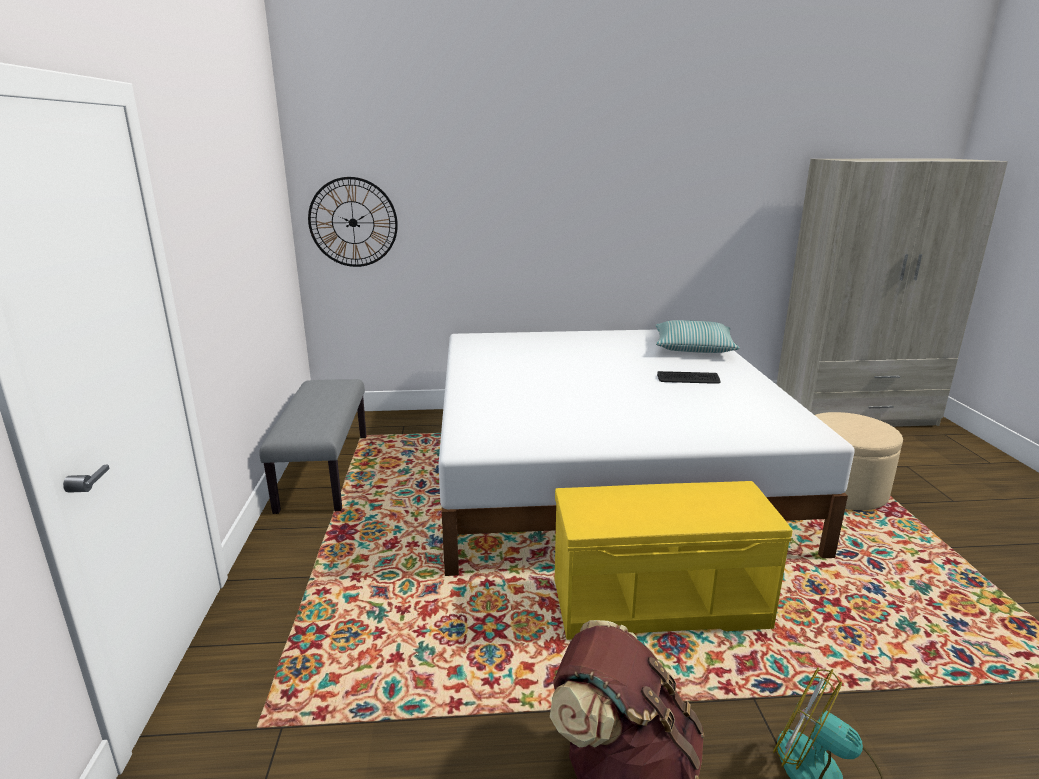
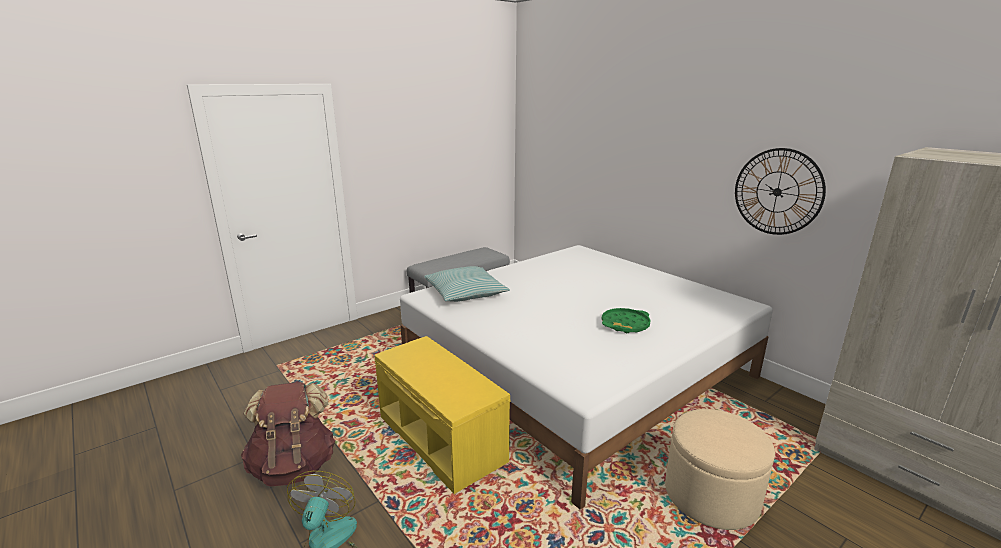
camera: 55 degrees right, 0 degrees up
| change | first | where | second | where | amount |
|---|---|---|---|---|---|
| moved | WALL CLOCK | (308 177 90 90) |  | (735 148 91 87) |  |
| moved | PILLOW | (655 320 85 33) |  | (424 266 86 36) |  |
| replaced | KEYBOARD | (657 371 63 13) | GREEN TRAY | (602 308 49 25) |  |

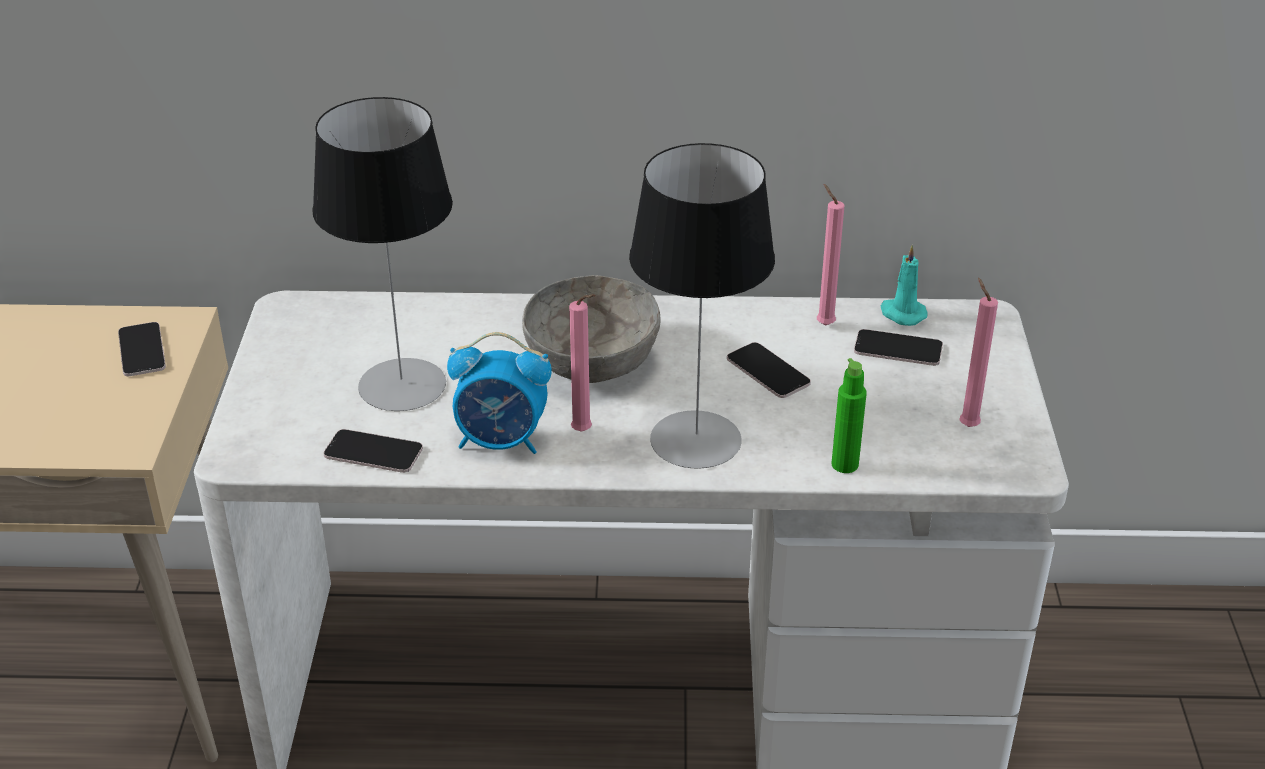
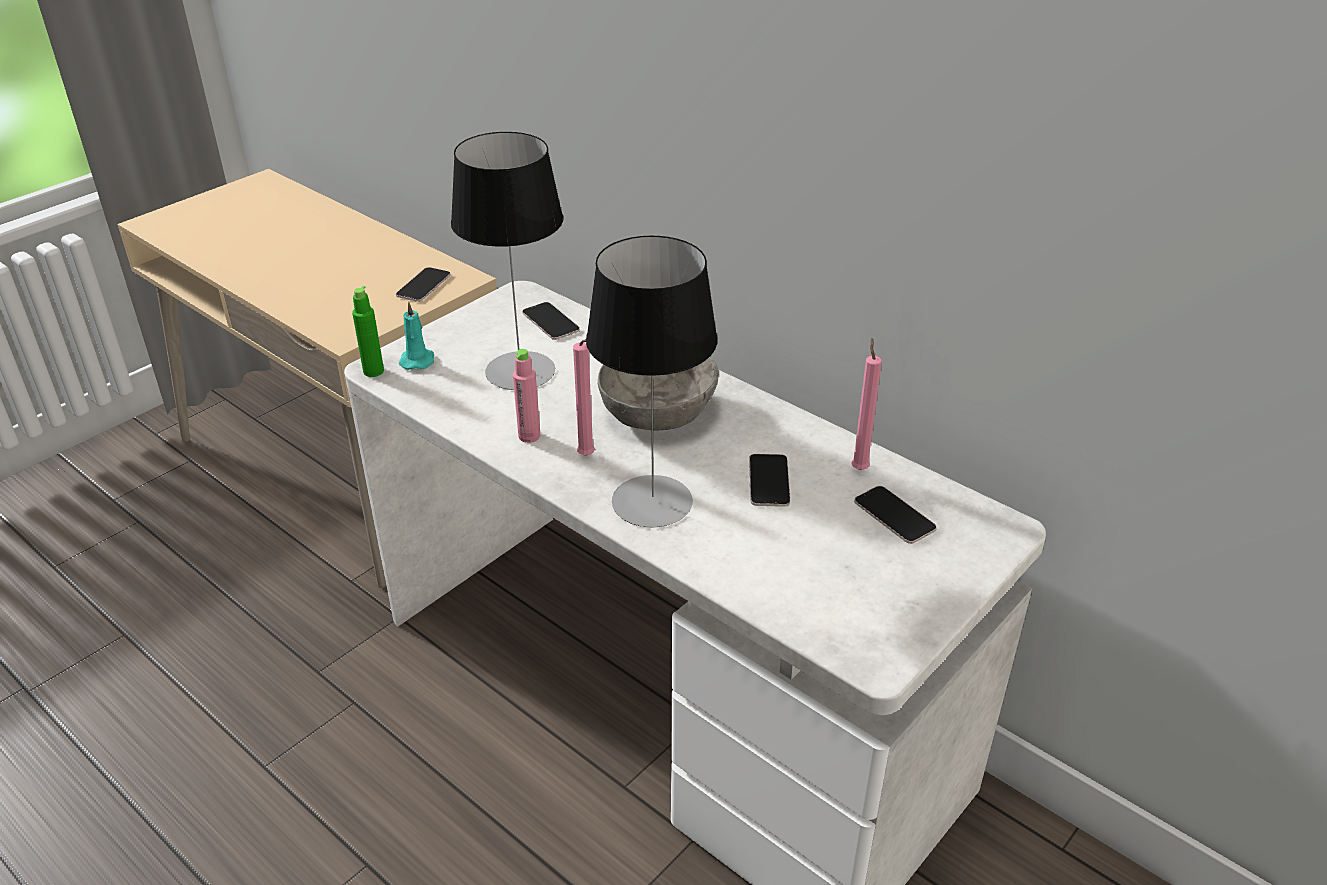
camera: 40 degrees right, 0 degrees up
| change | first | where | second | where | amount |
|---|---|---|---|---|---|
| moved | TURQUOISE CANDLE | (881 245 47 81) |  | (399 302 35 68) |  |
| removed | PINK CANDLE | (959 278 39 149) |  |  |  |
| replaced | ALARM CLOCK | (447 332 105 122) | PINK BOTTLE | (513 349 27 94) |  |
| moved | GREEN BOTTLE | (832 358 35 115) |  | (352 286 32 91) |  |
| moved | PHONE | (324 429 99 44) |  | (522 302 58 38) |  |

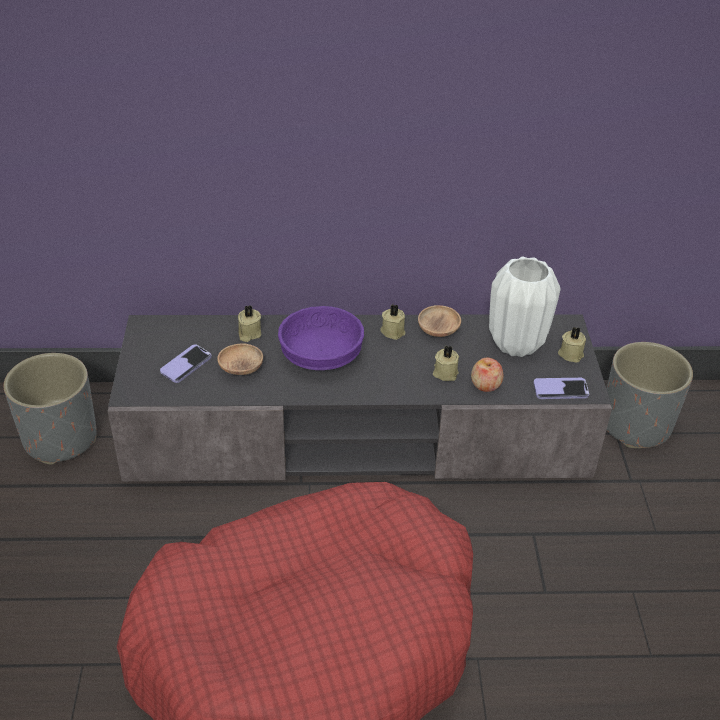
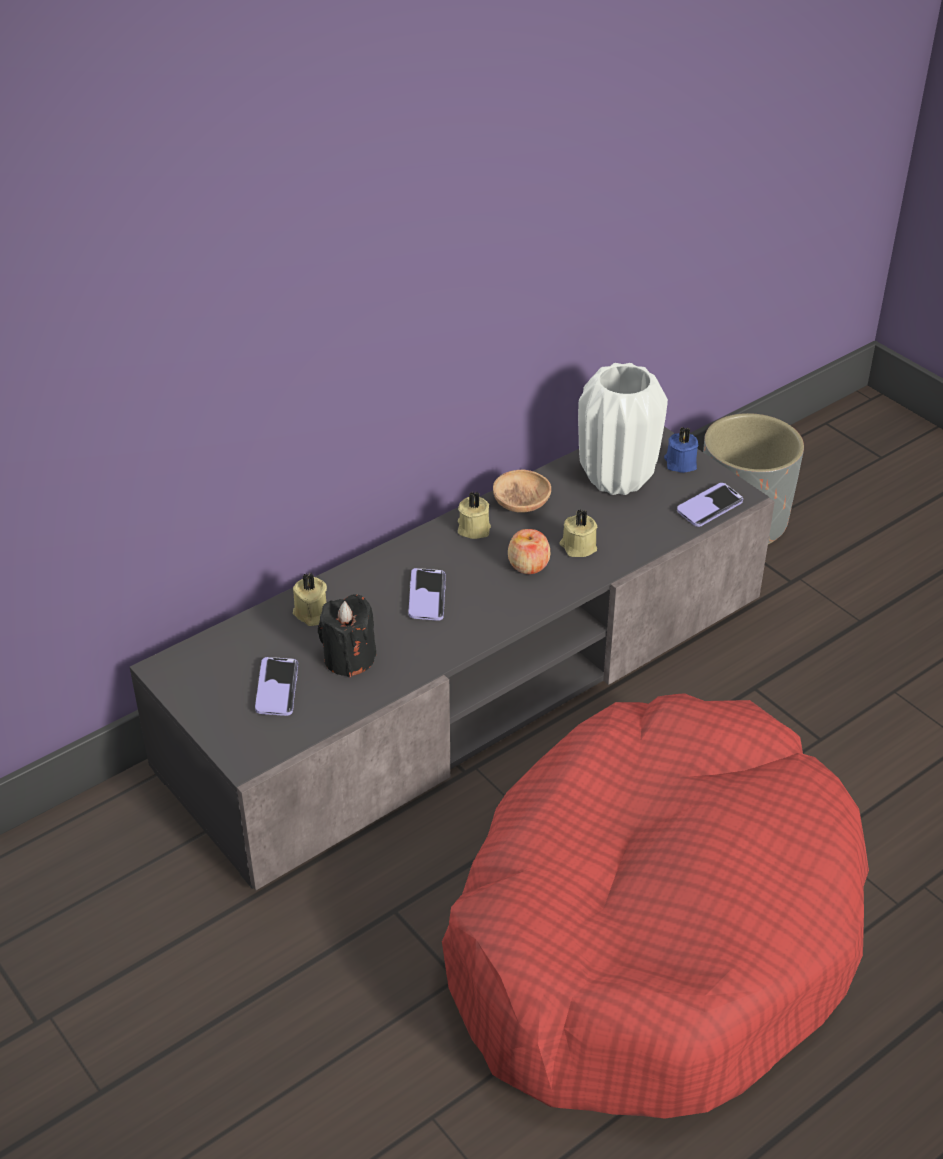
camera: 35 degrees left, 0 degrees up
| change | first | where | second | where | amount |
|---|---|---|---|---|---|
| replaced | PURPLE BOWL | (278 306 86 64) | PHONE | (408 568 38 53) |  |
| recoloured | BEIGE CANDLE | (558 327 28 36) | BLUE CANDLE | (664 427 34 46) |  |
| replaced | BROWN BOWL | (217 344 46 31) | BLACK CANDLE | (318 594 58 83) |  |
| removed | GREY PLANTER | (3 353 94 112) |  |  |  |
| moved | APPLE | (471 358 32 34) |  | (508 529 42 45) |  |

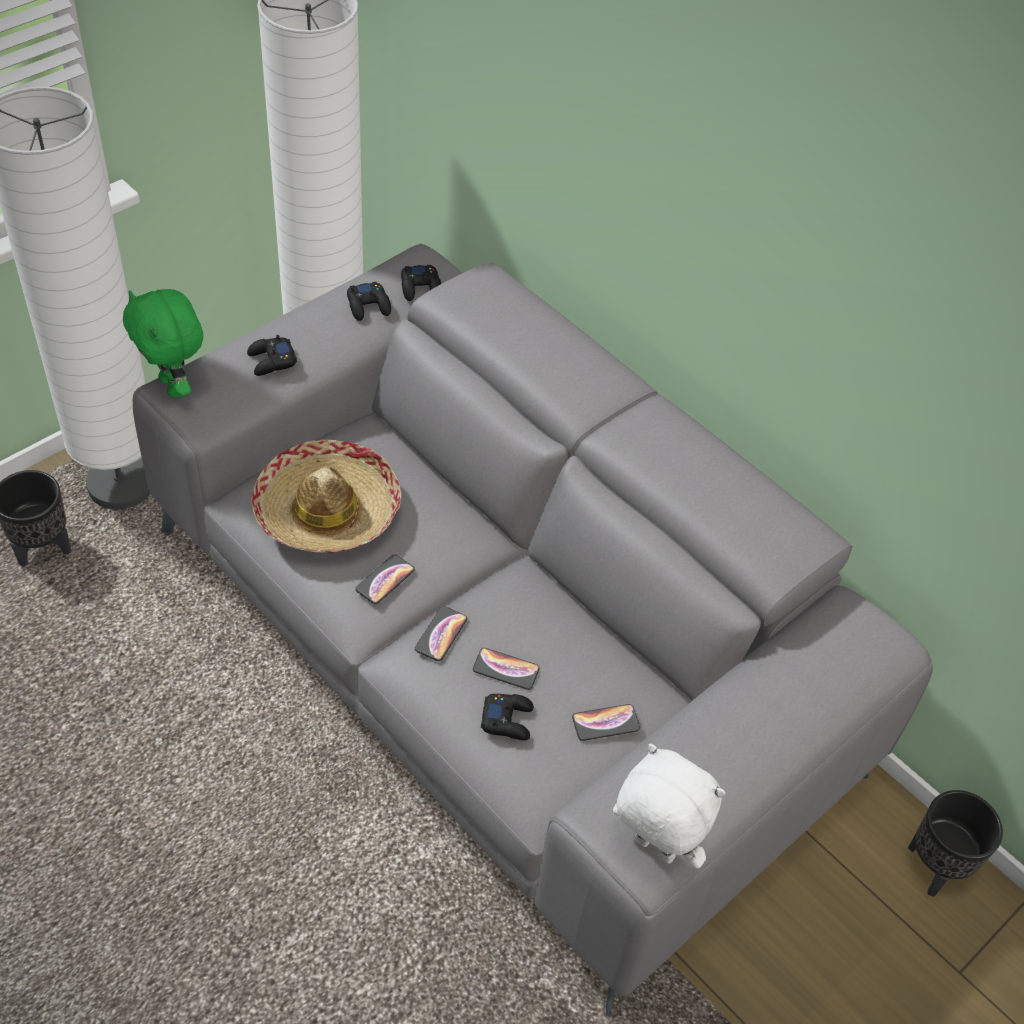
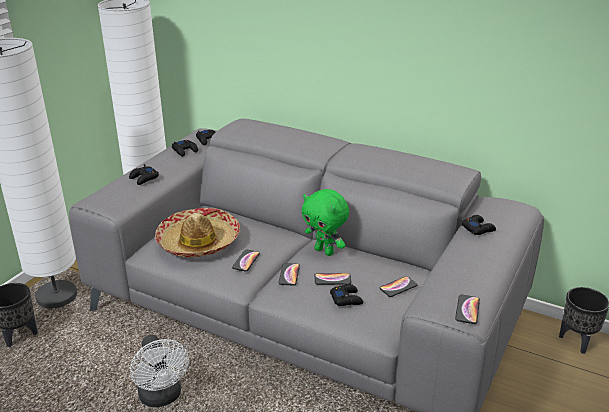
camera: 15 degrees left, 20 degrees down
| change | first | where | second | where | amount |
|---|---|---|---|---|---|
| moved | GREEN PLUSH TOY | (123 289 80 109) |  | (302 189 47 67) |  |
| replaced | WHITE PLUSH TOY | (613 744 112 124) | PHONE | (455 294 25 30) |  |
| added |  |  | BLACK GAME CONTROLLER | (462 215 34 20) |  |
| added |  |  | WHITE FAN | (130 335 59 72) |  |

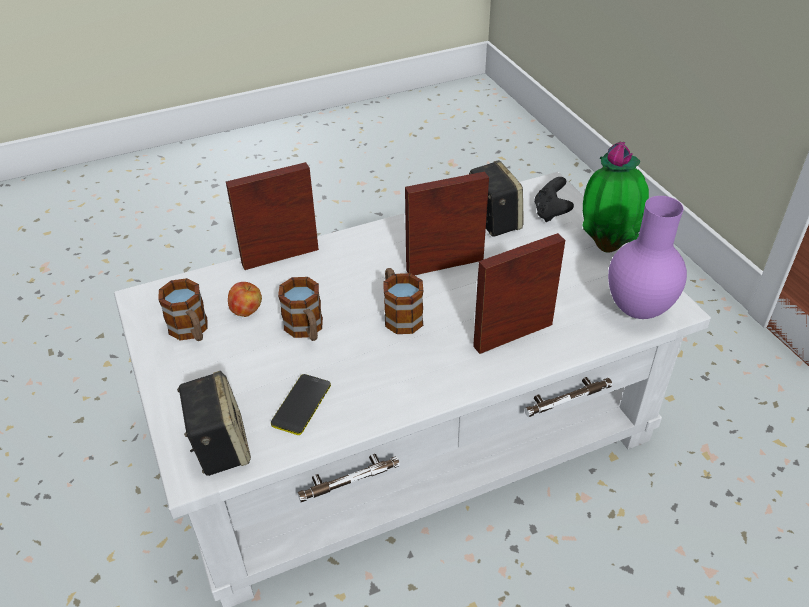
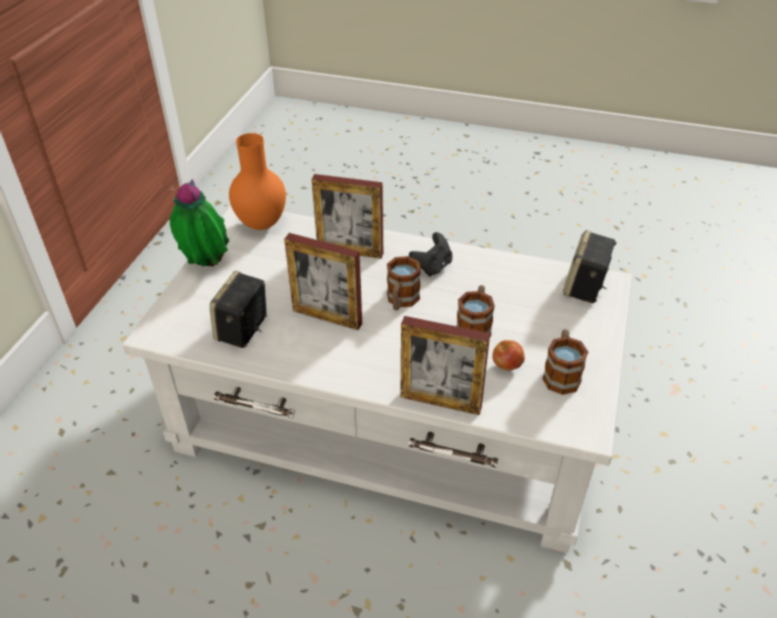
camera: 140 degrees left, 0 degrees up
| change | first | where | second | where | amount |
|---|---|---|---|---|---|
| moved | BLACK GAME CONTROLLER | (534 177 40 45) |  | (409 232 44 45) |  |
| recoloured | PURPLE VASE | (608 196 79 123) | ORANGE VASE | (229 133 57 97) |  |
| removed | PHONE | (271 374 60 61) |  |  |  |

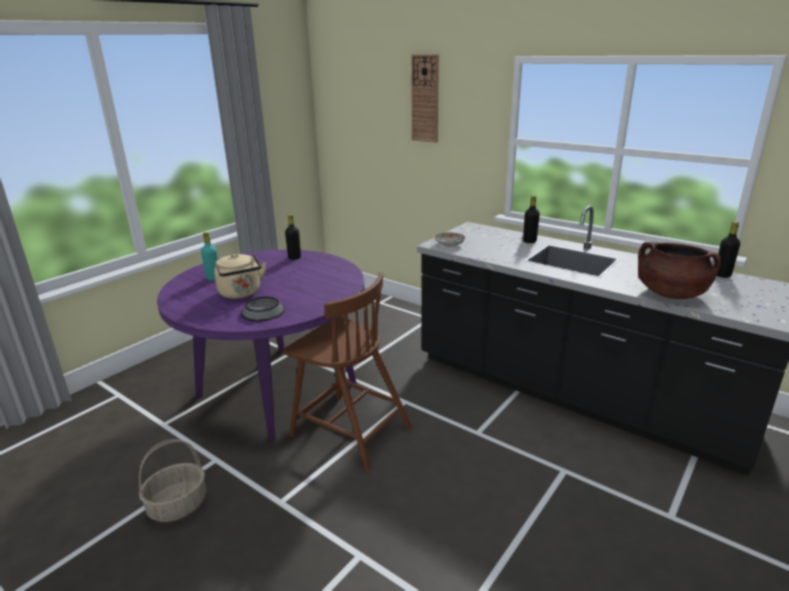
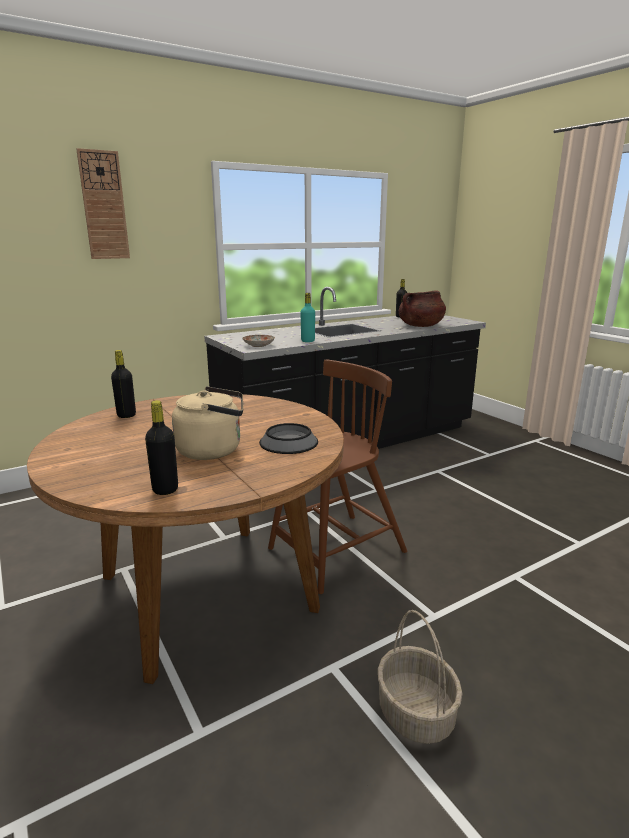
camera: 70 degrees left, 5 degrees down
| change | first | where | second | where | amount |
|---|---|---|---|---|---|
| moved | BLACK BOTTLE | (523 195 17 48) |  | (145 400 33 95) |  |
| moved | TURQUOISE BOTTLE | (201 232 17 49) |  | (300 293 15 49) |  |
| recoloured | PURPLE DINING TABLE | (157 250 207 191) | BROWN DINING TABLE | (27 394 317 290) |  |

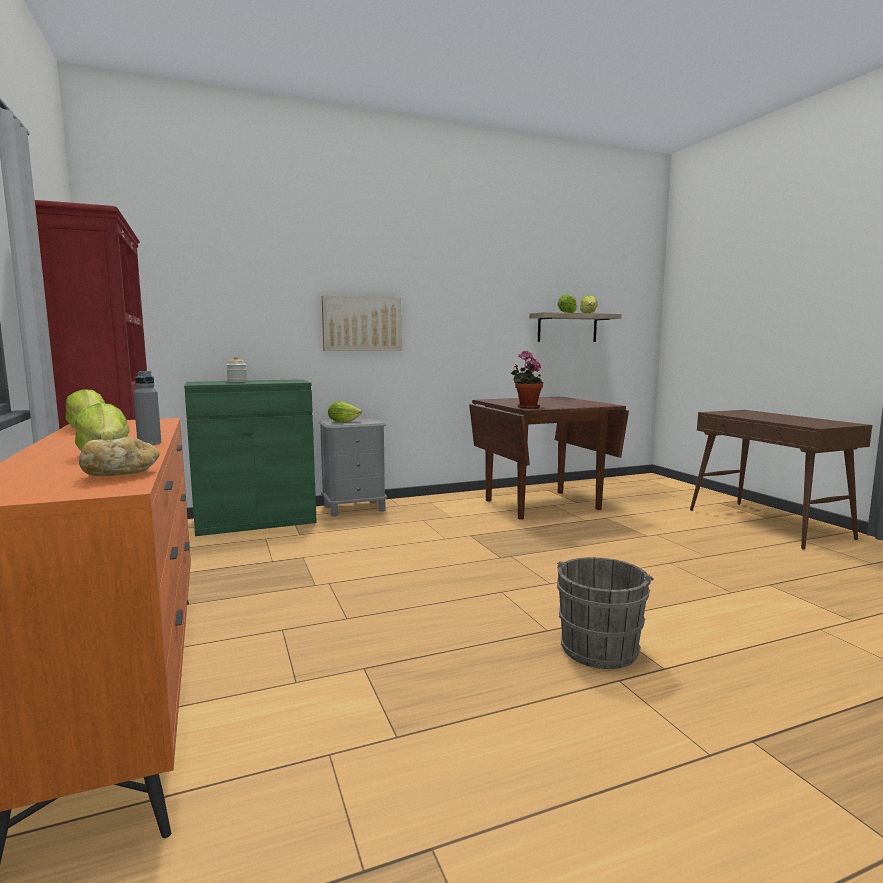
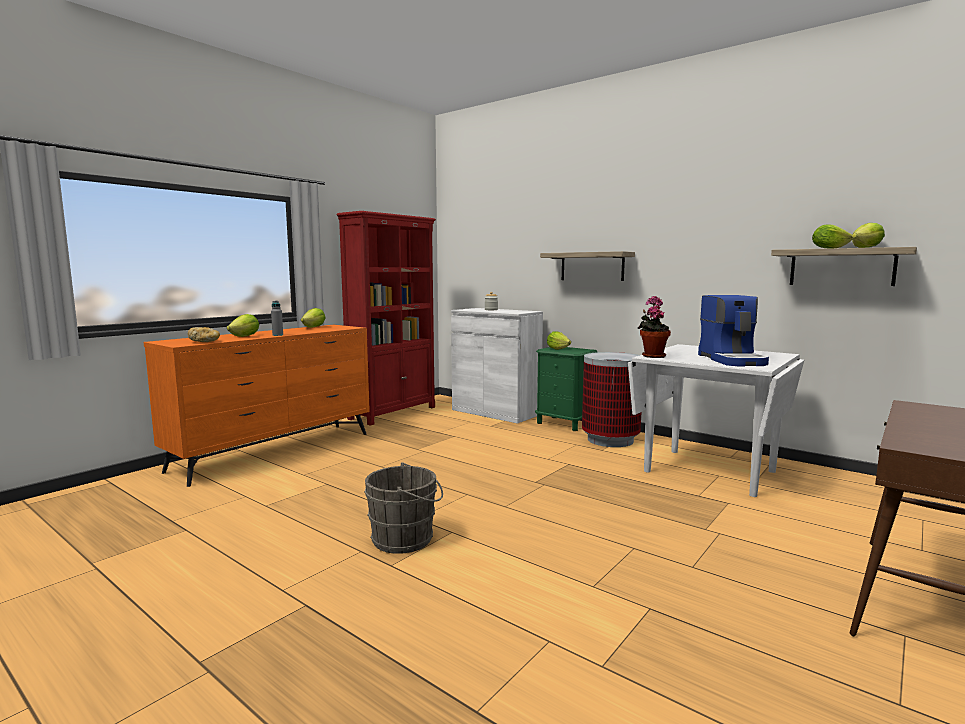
camera: 60 degrees right, 0 degrees up
| change | first | where | second | where | amount |
|---|---|---|---|---|---|
| replaced | PICTURE | (322 296 80 55) | SHELF | (540 251 95 30) |  |
| recoloured | GREEN CABINET | (184 379 133 157) | WHITE CABINET | (451 308 92 116) |  |
| recoloured | BROWN DINING TABLE | (469 396 160 124) | WHITE DINING TABLE | (628 344 176 153) |  |
| recoloured | GREY NIGHTSTAND | (319 418 68 99) | GREEN NIGHTSTAND | (535 347 63 84) |  |
| added |  |  | COFFEE MACHINE | (698 295 71 71) |  |
| added |  |  | TRASH CAN | (582 352 59 95) |  |

